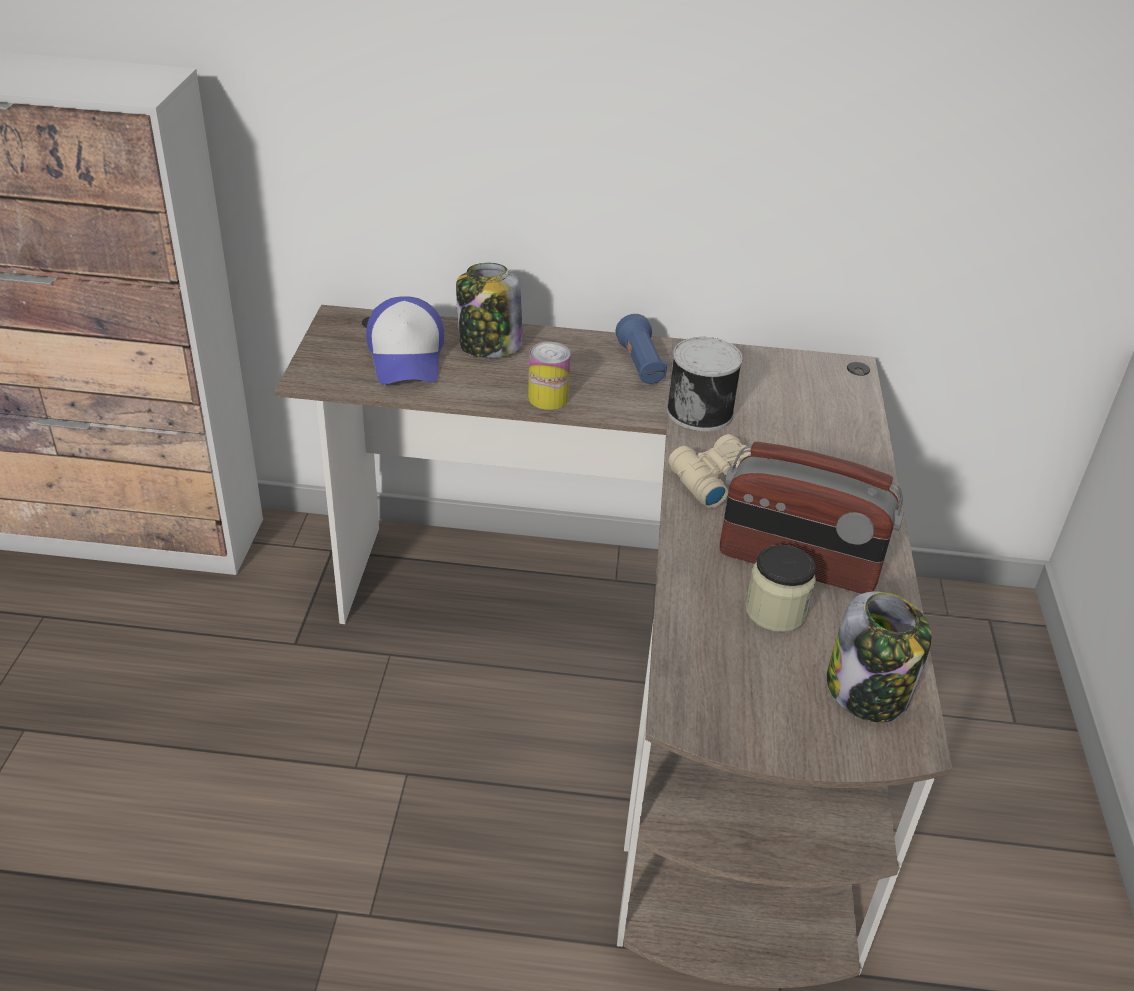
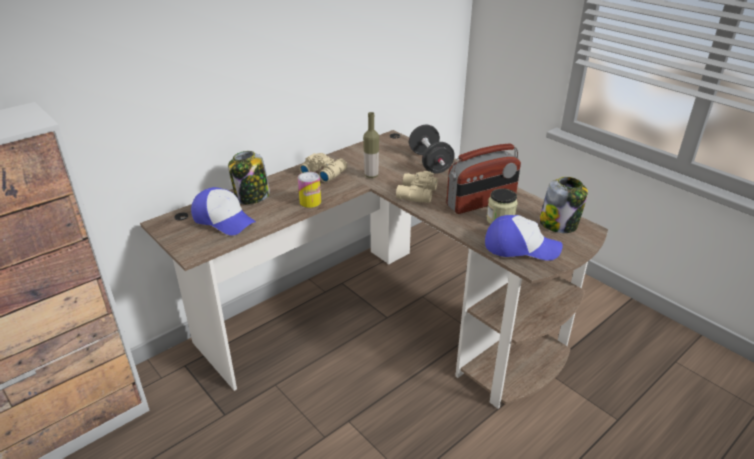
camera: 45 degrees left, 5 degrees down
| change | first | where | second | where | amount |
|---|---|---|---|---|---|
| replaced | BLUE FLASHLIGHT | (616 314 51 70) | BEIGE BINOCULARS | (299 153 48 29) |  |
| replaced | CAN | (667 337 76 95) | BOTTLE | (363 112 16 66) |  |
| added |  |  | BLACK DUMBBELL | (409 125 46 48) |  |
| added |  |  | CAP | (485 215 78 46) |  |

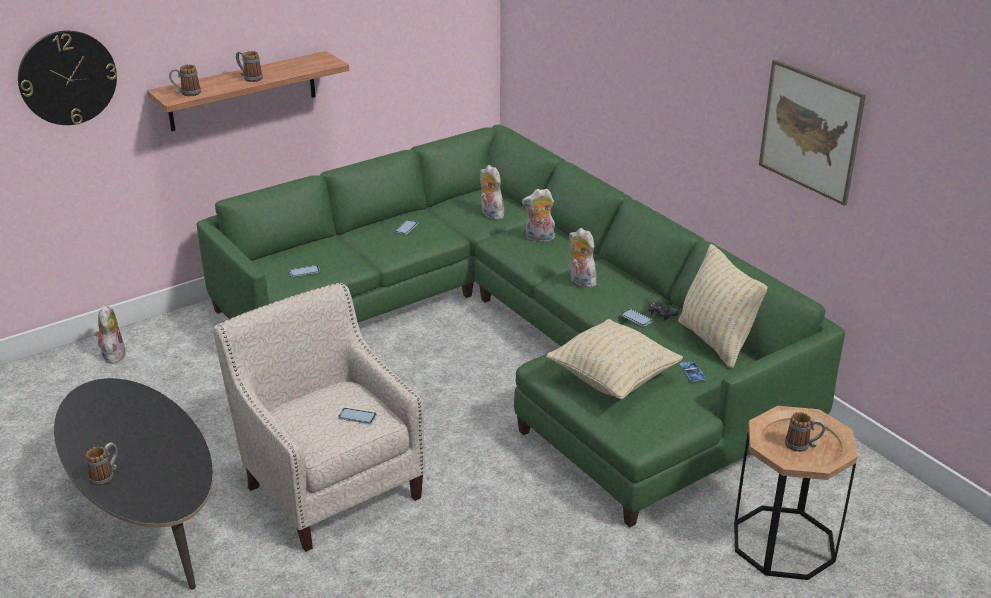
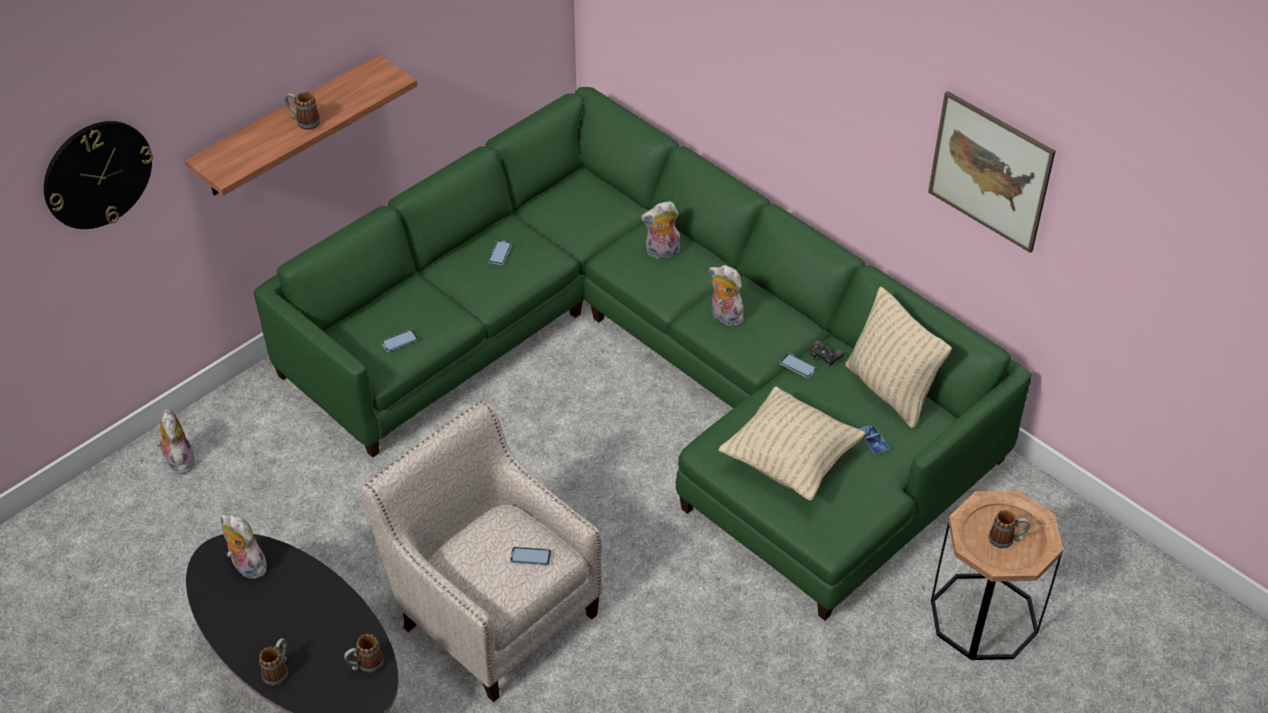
camera: 10 degrees left, 15 degrees up
| change | first | where | second | where | amount |
|---|---|---|---|---|---|
| moved | MUG | (169 64 32 32) |  | (344 634 40 39) |  |
| moved | PLUSH TOY | (480 165 24 55) |  | (221 514 46 65) |  |

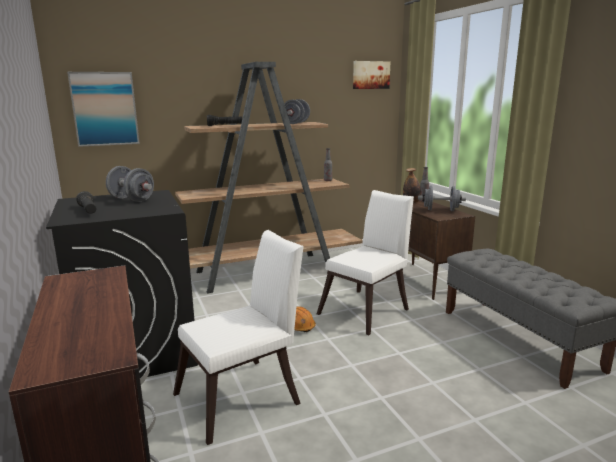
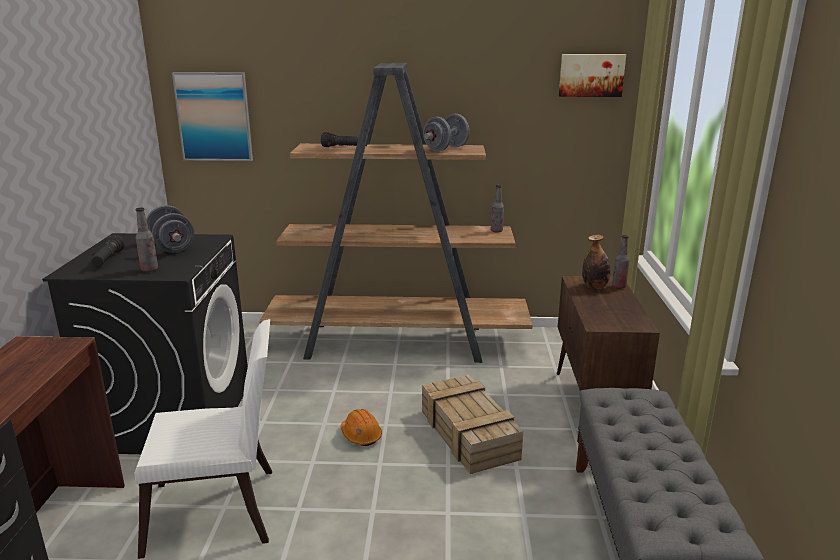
camera: 25 degrees right, 5 degrees up
| change | first | where | second | where | amount |
|---|---|---|---|---|---|
| removed | GREY DUMBBELL | (418 186 48 25) |  |  |  |
| replaced | WHITE CHAIR | (317 190 97 146) | CRATE | (422 375 101 99) |  |
| added |  |  | BOTTLE | (135 208 23 64) |  |

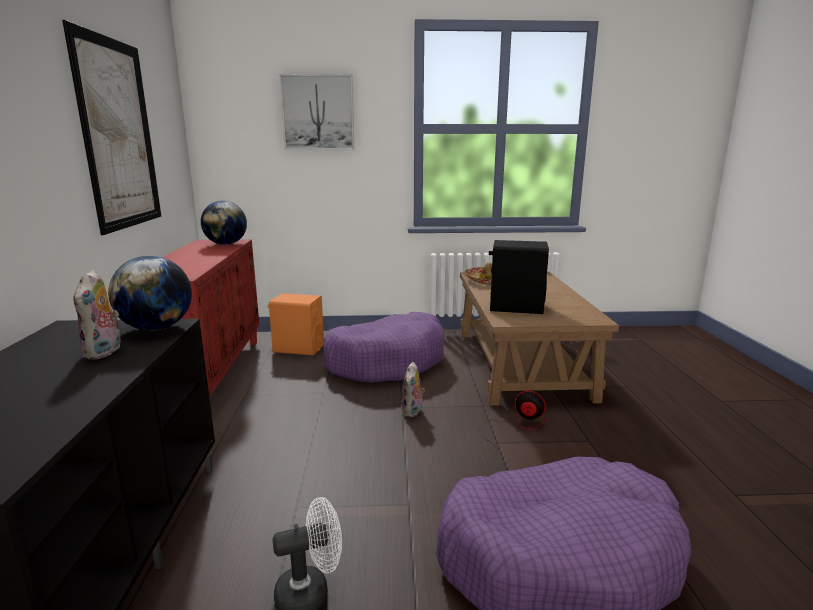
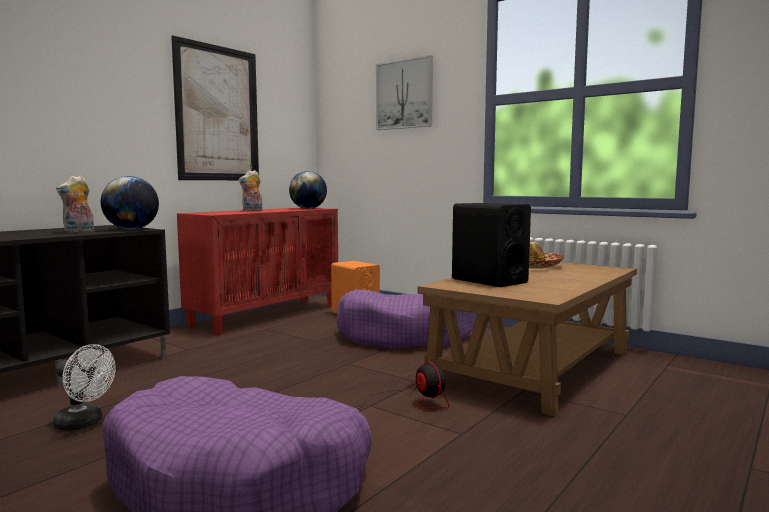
camera: 40 degrees right, 10 degrees down
| change | first | where | second | where | amount |
|---|---|---|---|---|---|
| moved | PLUSH TOY | (401 362 24 55) |  | (238 170 25 41) |  |

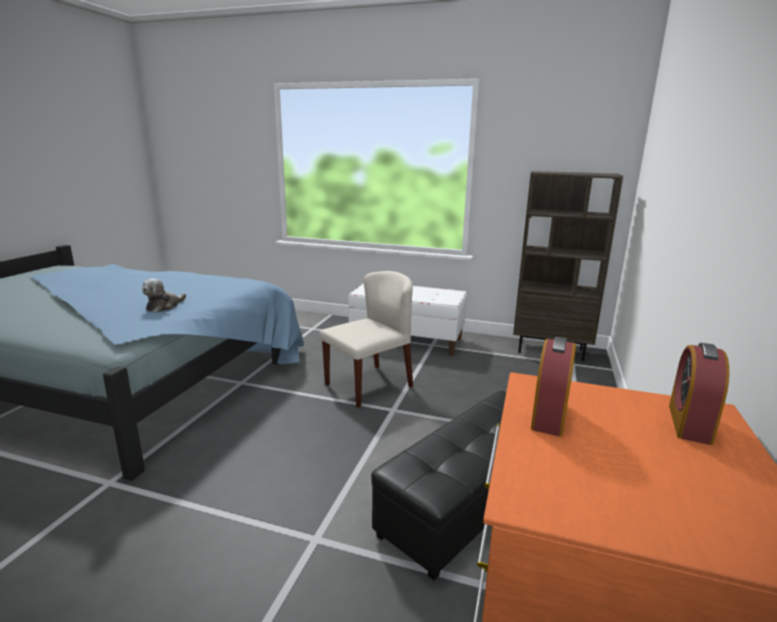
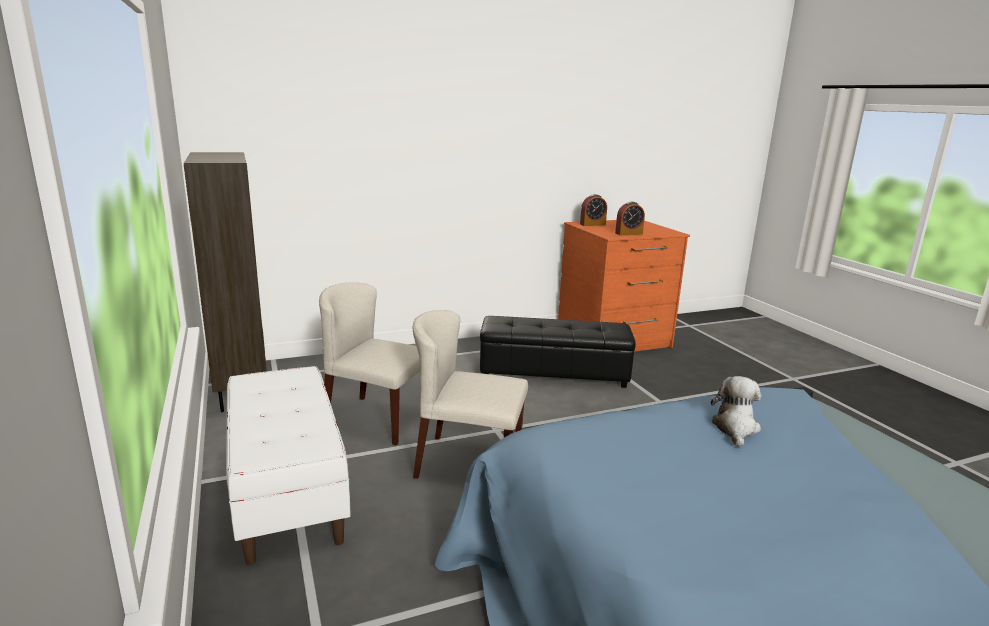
camera: 130 degrees left, 0 degrees up
| change | first | where | second | where | amount |
|---|---|---|---|---|---|
| turned | PLUSH TOY | (142 279 44 34) |  | (711 376 50 71) | 60 degrees counterclockwise |
| added |  |  | BEIGE CHAIR | (319 282 101 163) |  |

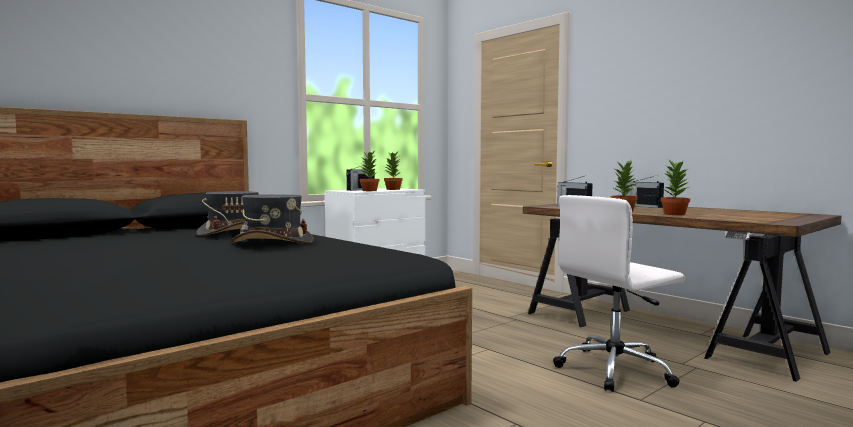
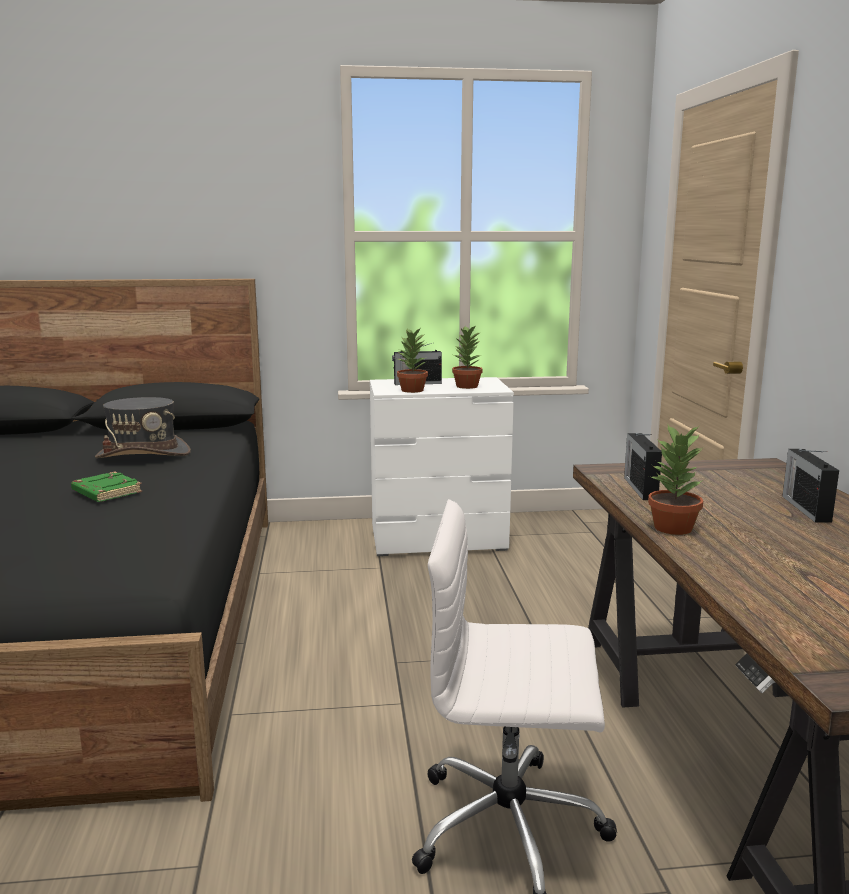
camera: 35 degrees right, 10 degrees up
| change | first | where | second | where | amount |
|---|---|---|---|---|---|
| removed | POTTED PLANT | (661 159 29 56) |  |  |  |
| replaced | GREY HAT | (232 194 82 50) | GREEN BOOK | (71 471 71 31) |  |

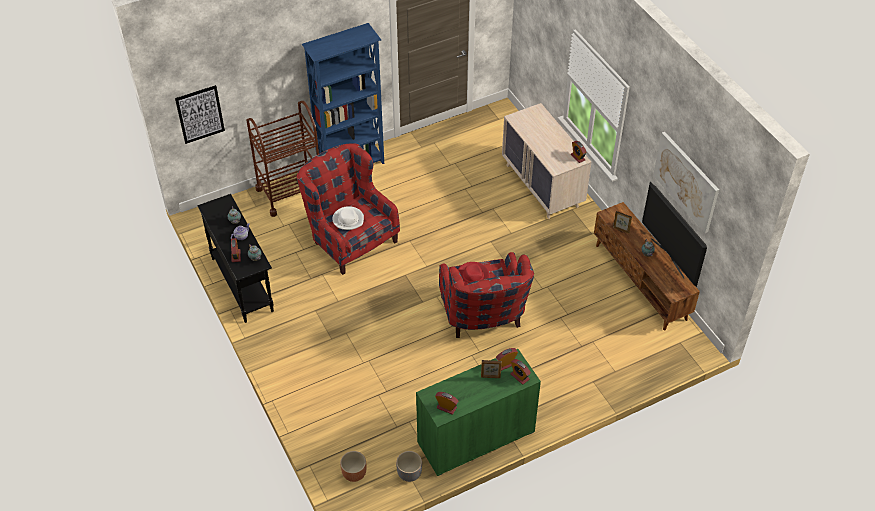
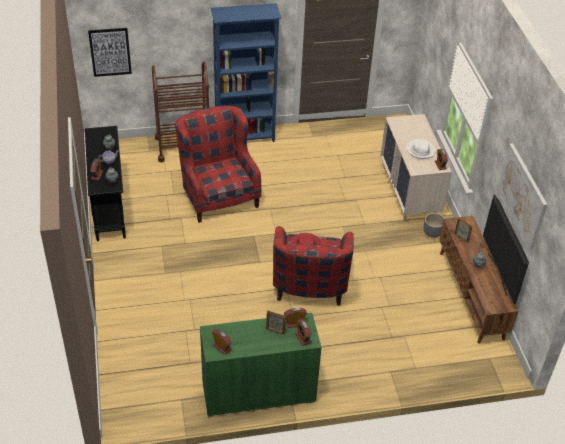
camera: 15 degrees right, 5 degrees down
| change | first | where | second | where | amount |
|---|---|---|---|---|---|
| moved | WHITE HAT | (332 206 32 24) |  | (406 139 30 20) |  |
| removed | BROWN PLANTER | (340 451 26 31) |  |  |  |
| moved | GREY PLANTER | (396 451 26 31) |  | (424 213 21 25) |  |

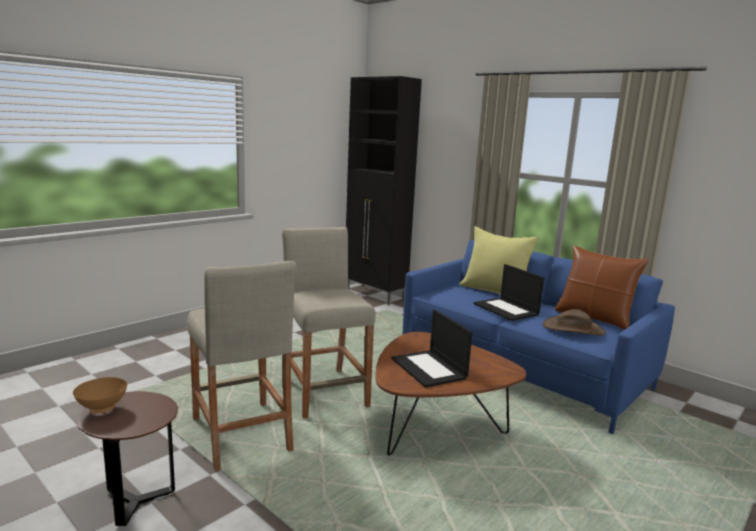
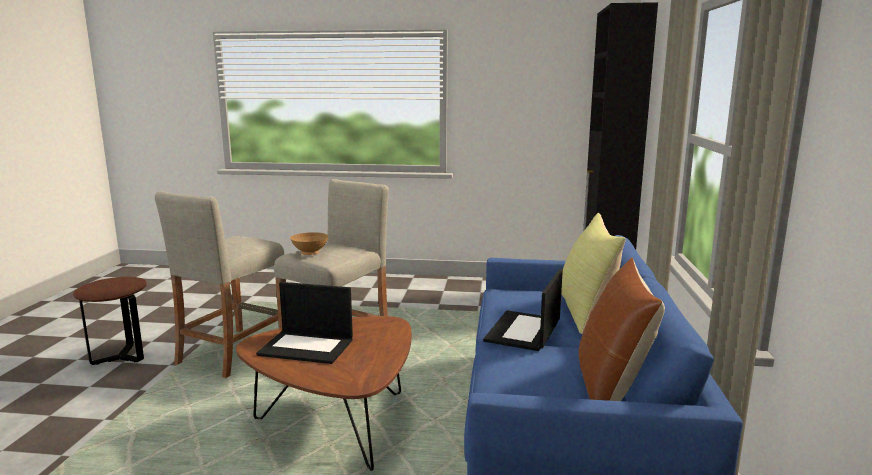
camera: 55 degrees right, 0 degrees up
| change | first | where | second | where | amount |
|---|---|---|---|---|---|
| removed | BROWN HAT | (543 309 63 26) |  |  |  |
| turned | LAPTOP | (392 310 80 78) |  | (256 282 97 82) | 105 degrees counterclockwise |
| moved | BROWN BOWL | (73 377 54 36) |  | (290 232 38 23) |  |

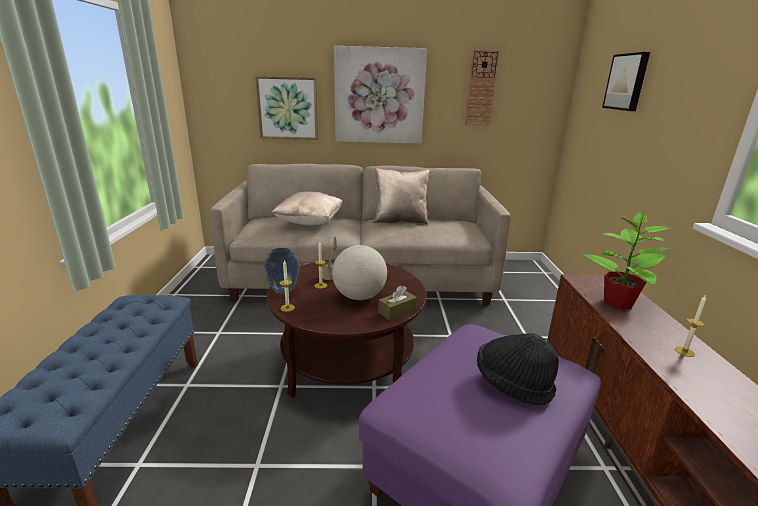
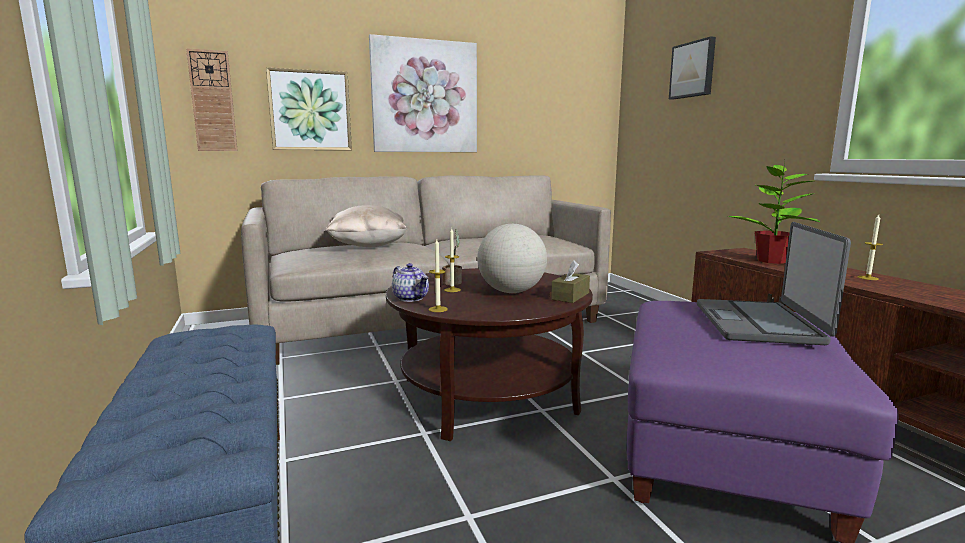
camera: 20 degrees left, 10 degrees down
| change | first | where | second | where | amount |
|---|---|---|---|---|---|
| moved | WALL CLOCK | (465 49 35 77) |  | (186 48 52 103) |  |
| removed | BEIGE PILLOW | (373 168 57 57) |  |  |  |
| replaced | VASE | (264 248 36 46) | TEAPOT | (392 263 37 39) |  |
| replaced | BLACK HAT | (477 333 82 72) | LAPTOP | (697 222 154 123) |  |

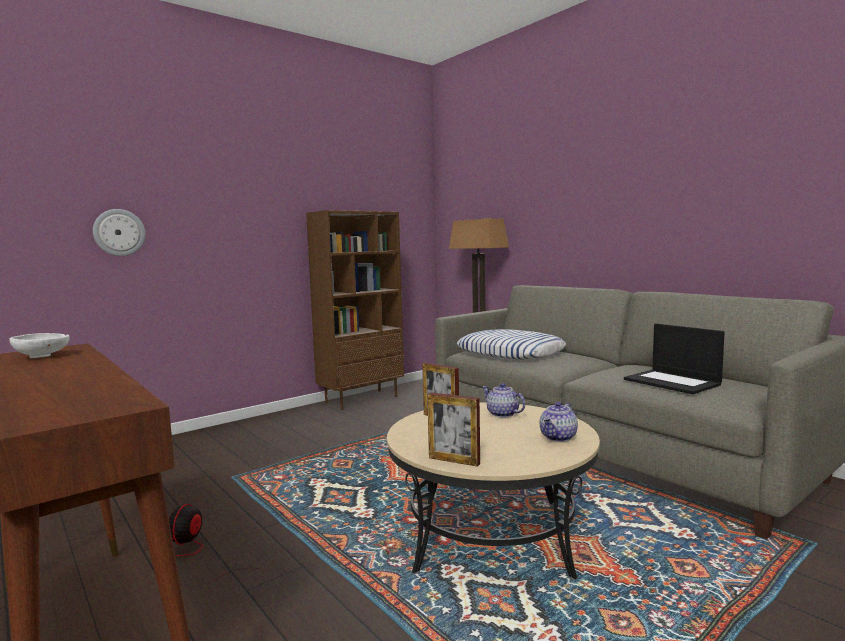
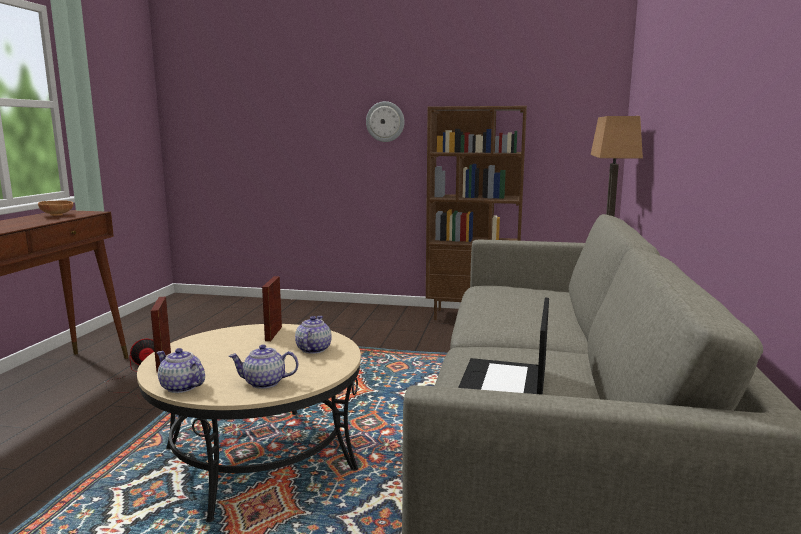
camera: 50 degrees right, 5 degrees up
| change | first | where | second | where | amount |
|---|---|---|---|---|---|
| moved | WALL CLOCK | (93 209 53 47) |  | (366 101 39 41) |  |
| removed | PILLOW | (457 329 109 31) |  |  |  |
| recoloured | WHITE BOWL | (10 333 60 25) | BROWN BOWL | (38 200 35 16) |  |
| added |  |  | TEAPOT | (156 348 49 45) |  |

